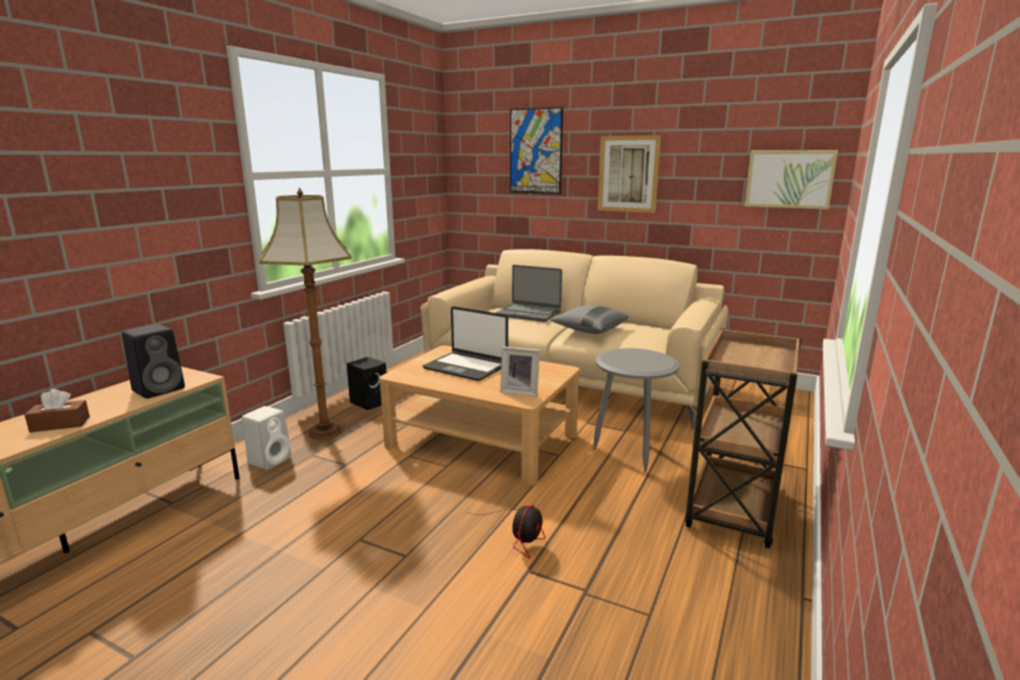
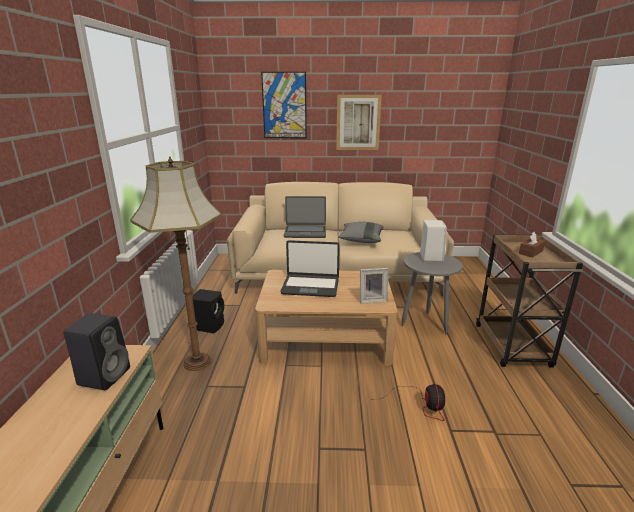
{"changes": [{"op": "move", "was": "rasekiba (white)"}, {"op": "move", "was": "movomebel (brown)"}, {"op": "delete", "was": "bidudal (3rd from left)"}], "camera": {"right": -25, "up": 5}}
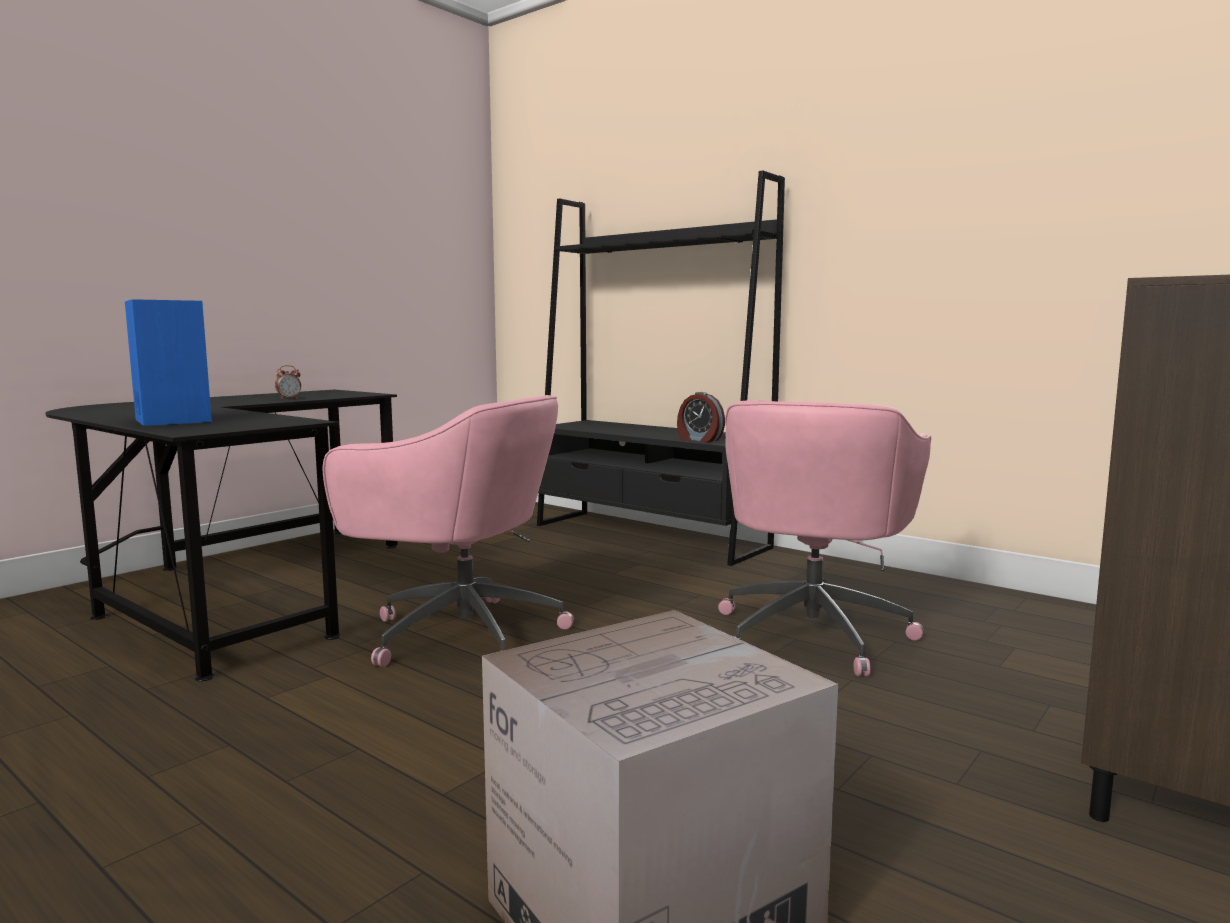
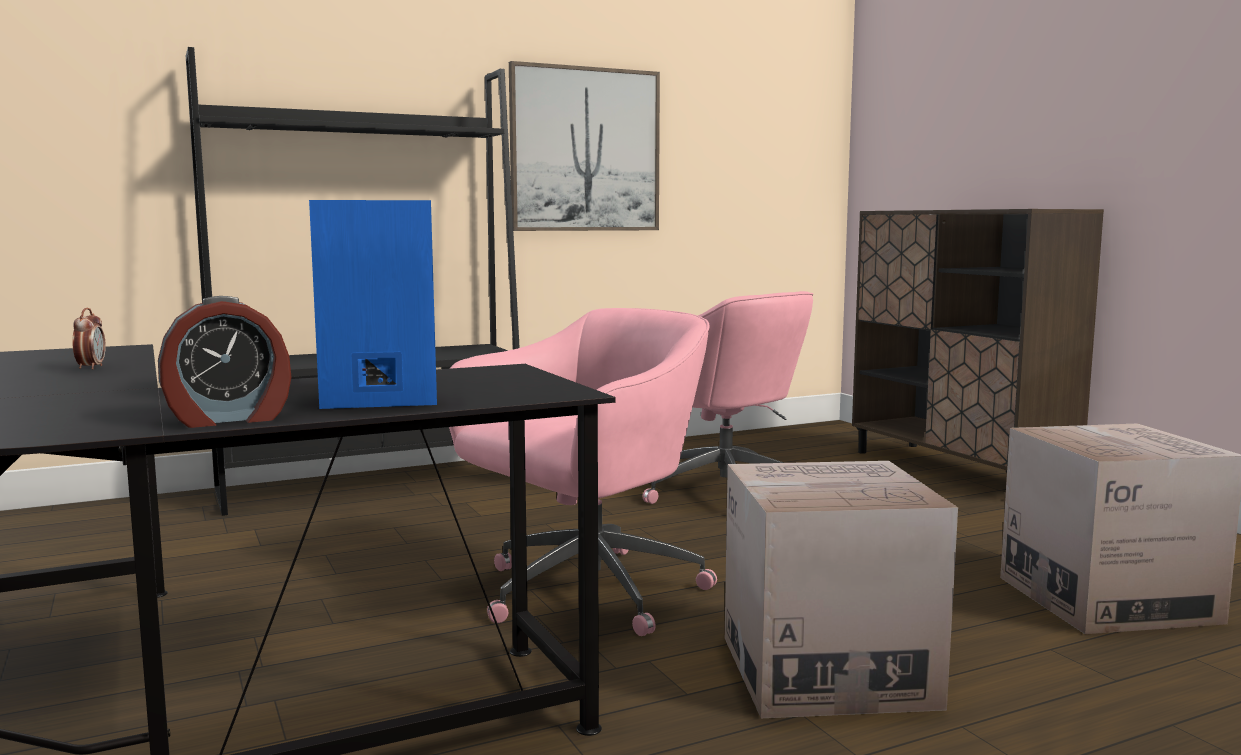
{"changes": [{"op": "move", "was": "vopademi (2nd from left)"}, {"op": "insert", "now": "bidudal"}, {"op": "insert", "now": "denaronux (1st from left)"}], "camera": {"right": -65, "up": 0}}
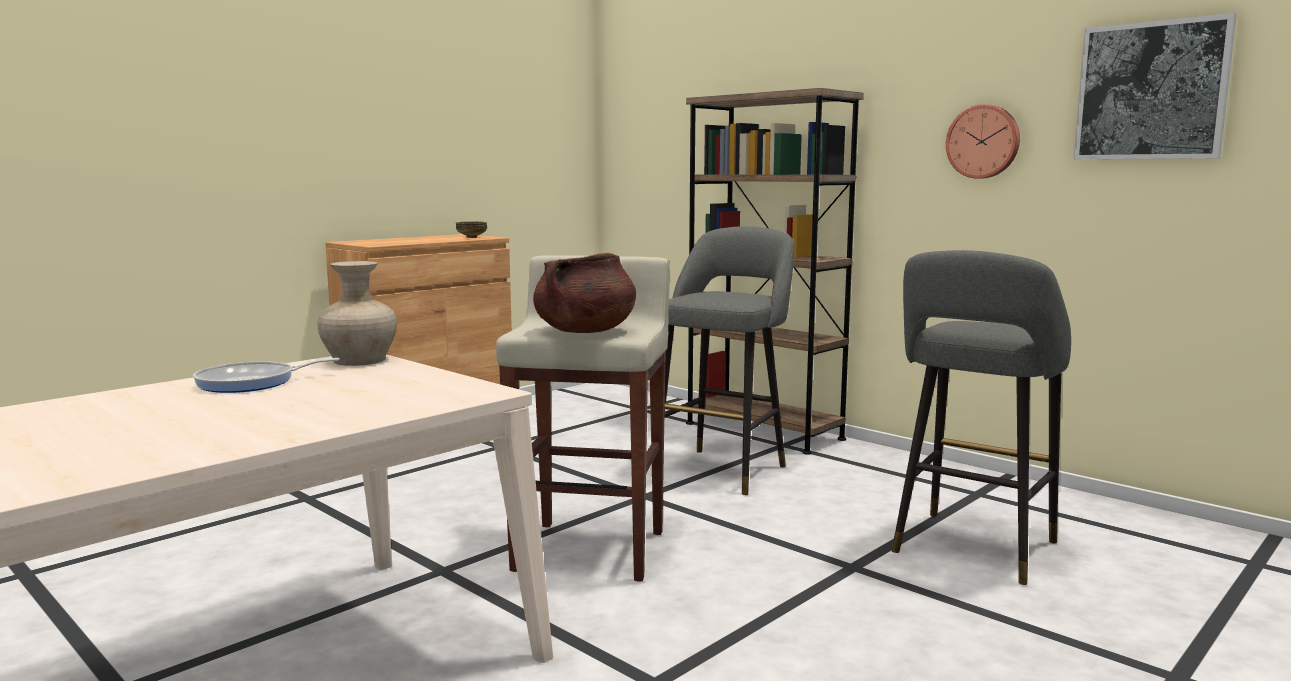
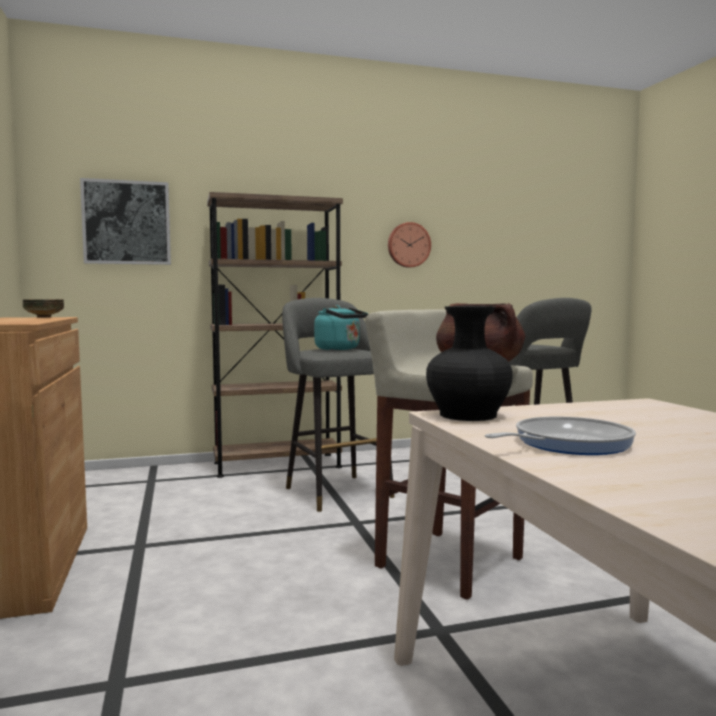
{"changes": [{"op": "move", "was": "bidudal"}, {"op": "insert", "now": "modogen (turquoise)"}, {"op": "recolor", "was": "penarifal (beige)", "now": "penarifal (black)"}, {"op": "rotate", "was": "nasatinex", "clockwise": -120}], "camera": {"right": -60, "up": -5}}
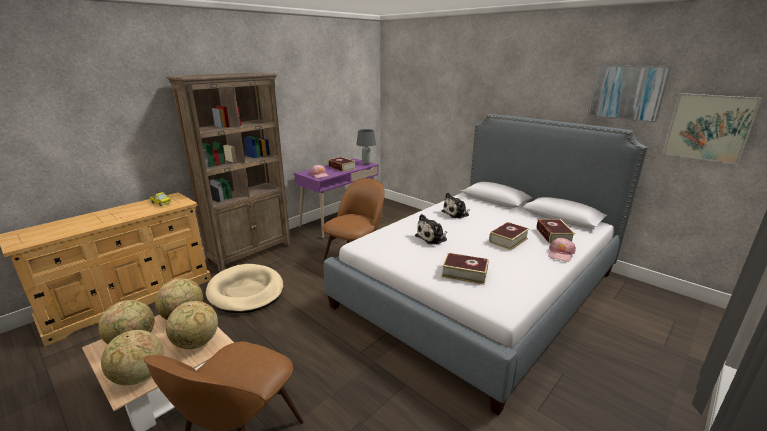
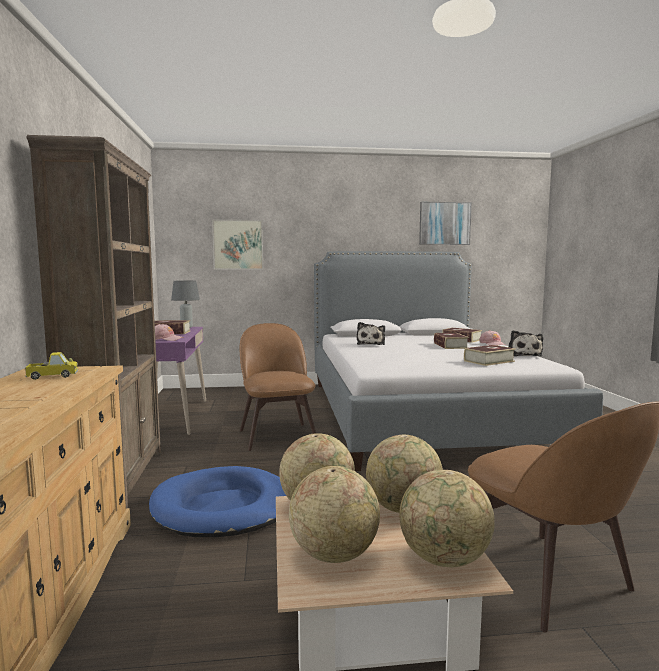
{"changes": [{"op": "recolor", "was": "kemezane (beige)", "now": "kemezane (blue)"}, {"op": "move", "was": "bidudal (2nd from left in the first image)", "now": "bidudal (1st from left)"}, {"op": "move", "was": "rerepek (1st from left in the first image)", "now": "rerepek (2nd from left)"}], "camera": {"right": -50, "up": -15}}
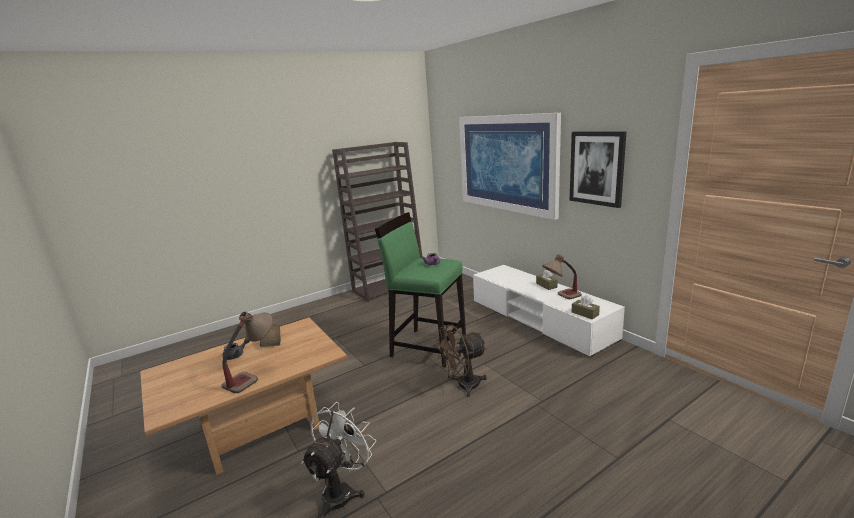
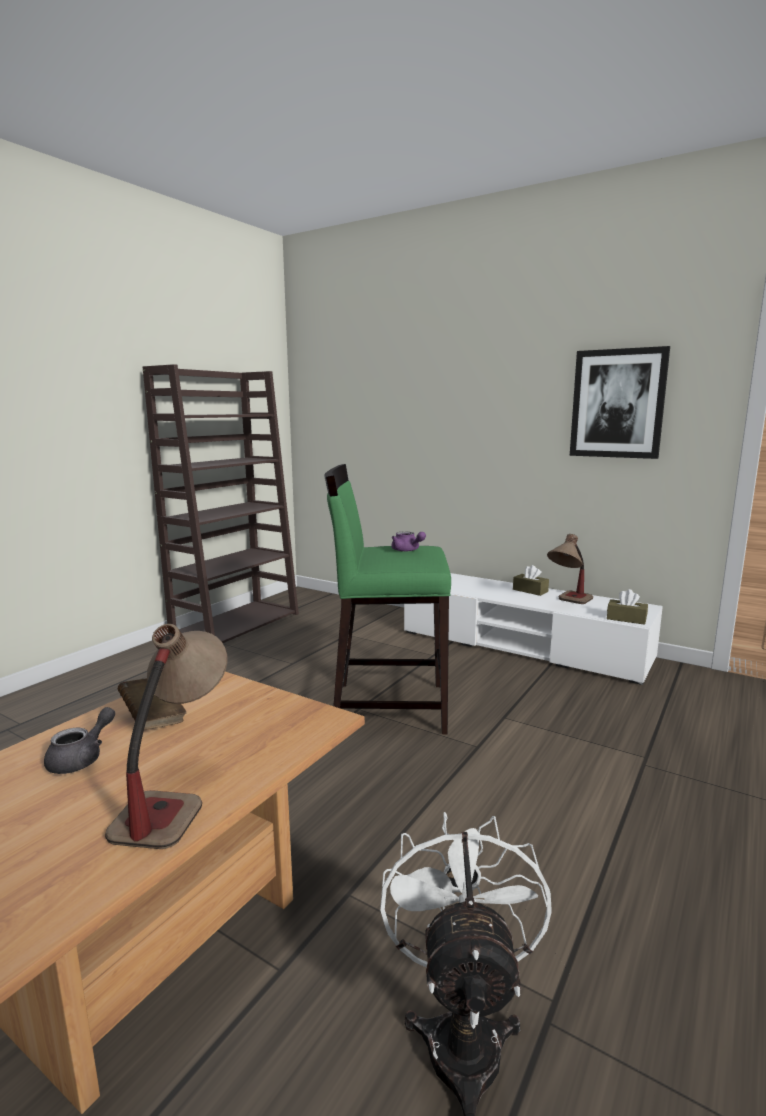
{"changes": [{"op": "delete", "was": "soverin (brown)"}, {"op": "delete", "was": "bidudal (1st from left)"}], "camera": {"right": -25, "up": -5}}
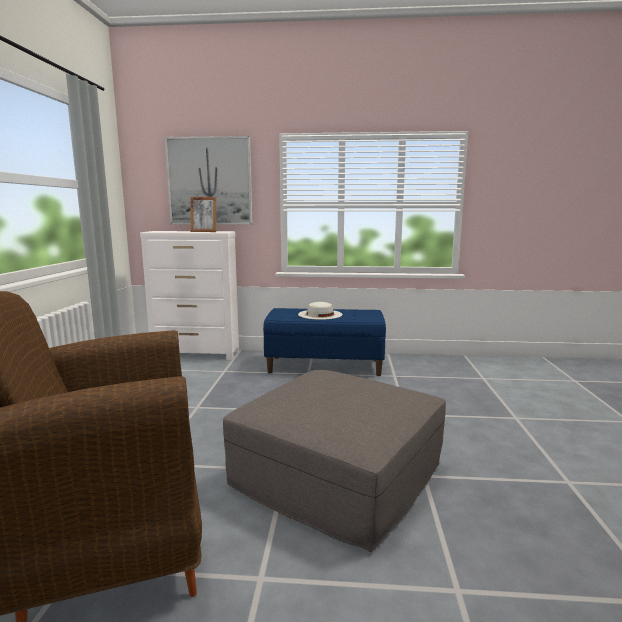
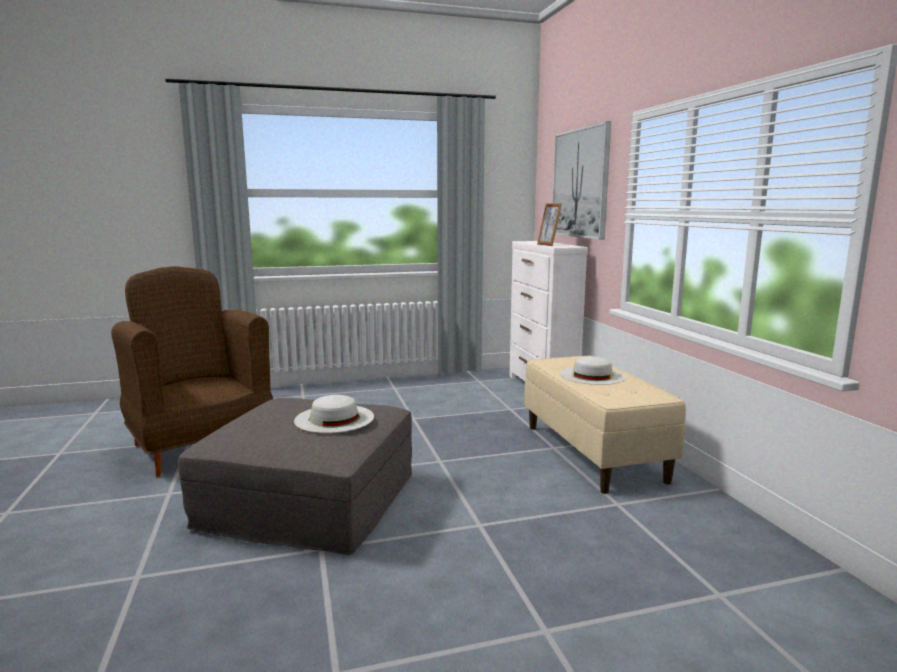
{"changes": [{"op": "insert", "now": "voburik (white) (1st from left)"}, {"op": "recolor", "was": "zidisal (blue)", "now": "zidisal (beige)"}], "camera": {"right": 70, "up": 0}}
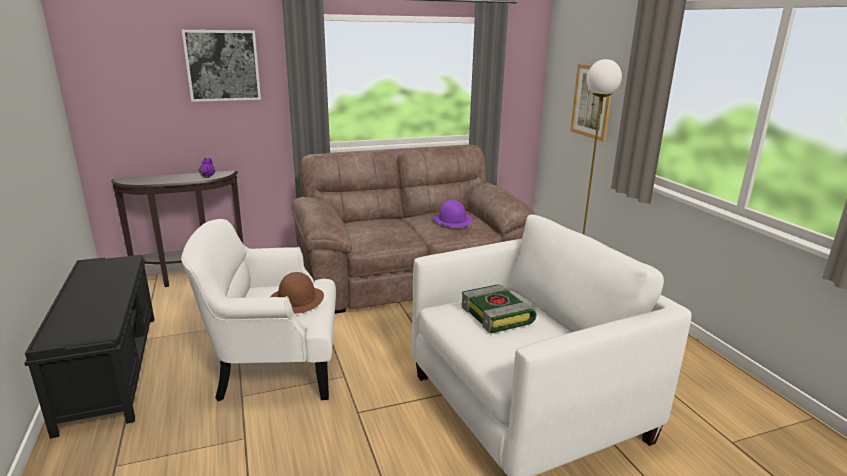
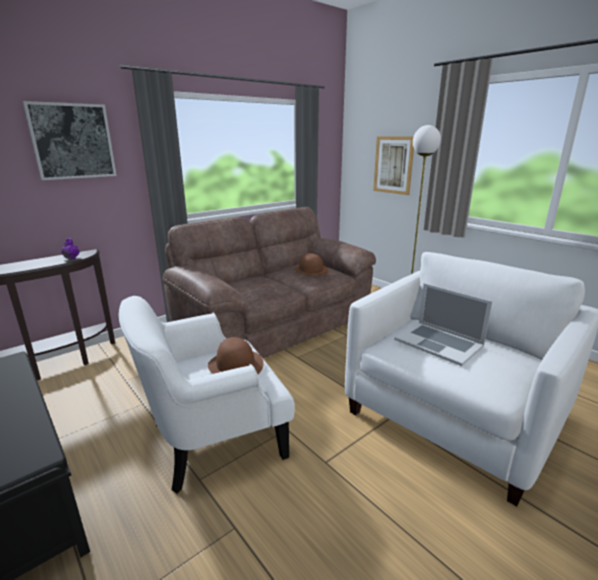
{"changes": [{"op": "recolor", "was": "voburik (purple)", "now": "voburik (brown) (2nd from left)"}, {"op": "replace", "was": "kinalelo", "now": "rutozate"}], "camera": {"right": -20, "up": 0}}
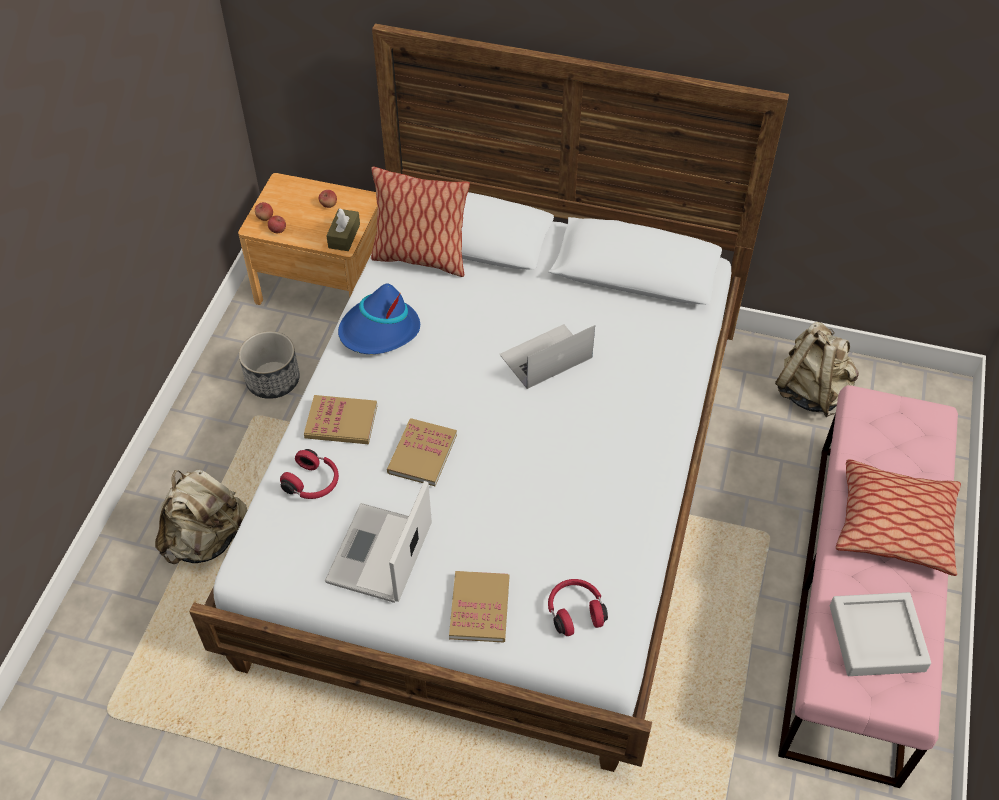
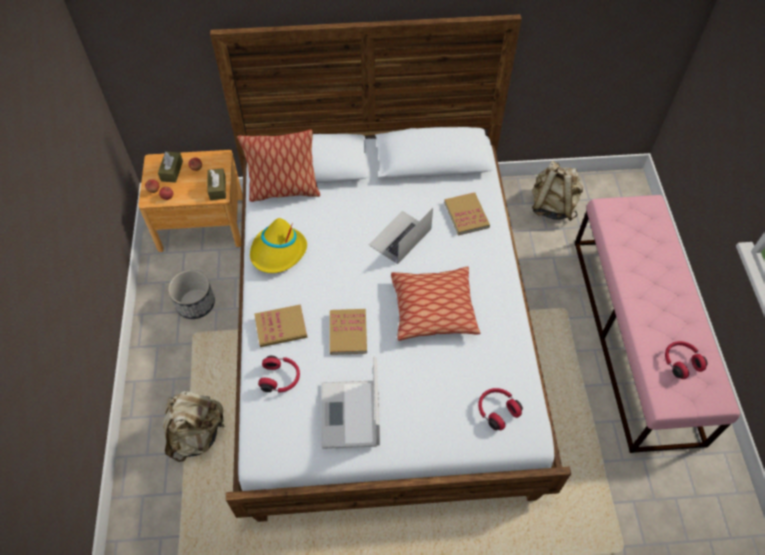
{"changes": [{"op": "insert", "now": "movomebel (brown) (1st from left)"}, {"op": "recolor", "was": "voburik (blue)", "now": "voburik (yellow)"}, {"op": "move", "was": "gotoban (2nd from left)"}, {"op": "move", "was": "kinalelo (3rd from left)"}, {"op": "replace", "was": "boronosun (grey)", "now": "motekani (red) (3rd from left)"}], "camera": {"right": -20, "up": 5}}
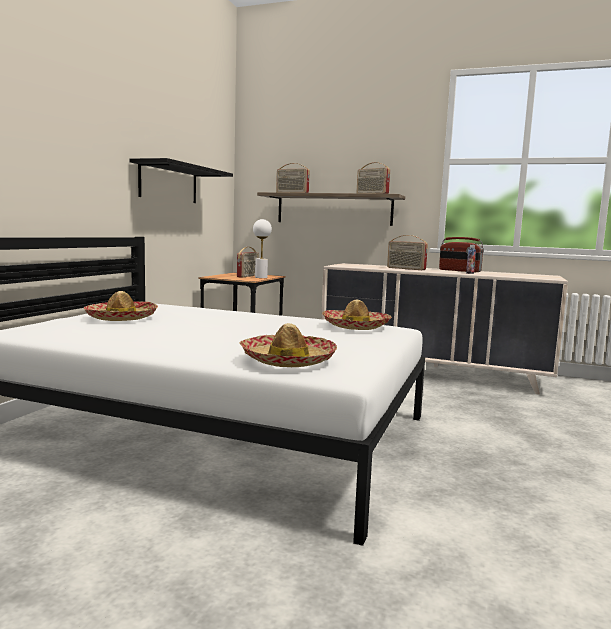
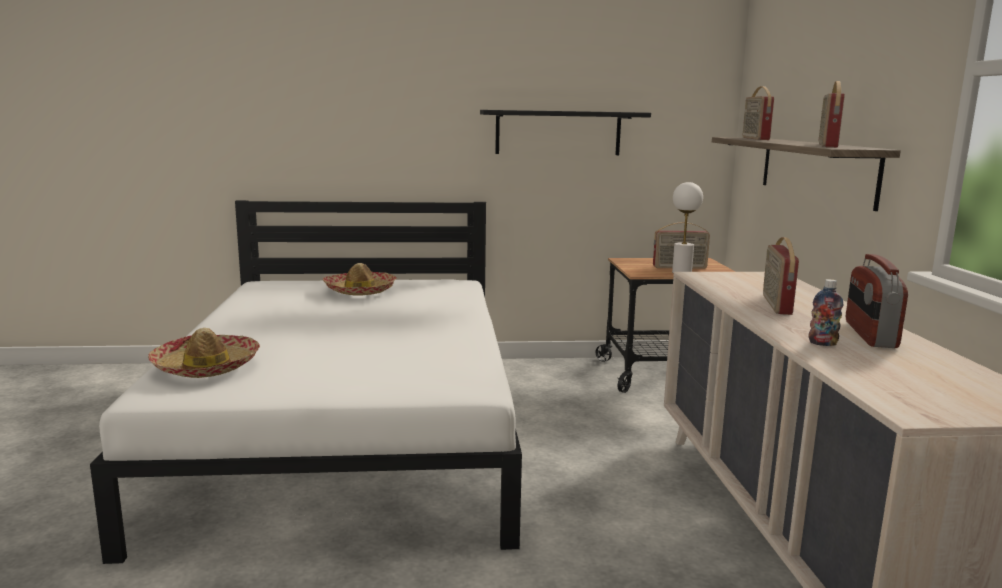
{"changes": [{"op": "delete", "was": "voburik (3rd from left)"}], "camera": {"right": 65, "up": 5}}
